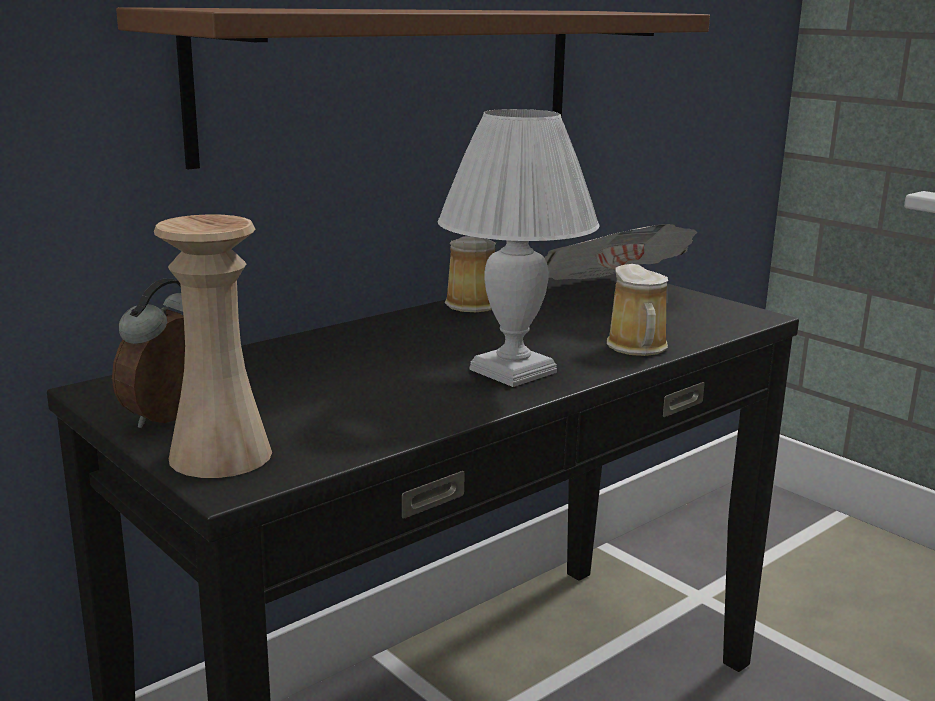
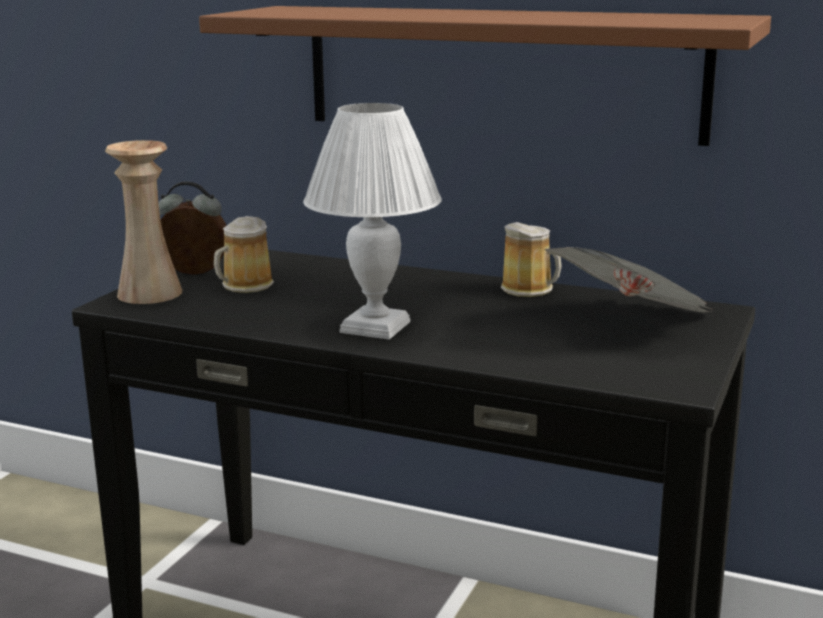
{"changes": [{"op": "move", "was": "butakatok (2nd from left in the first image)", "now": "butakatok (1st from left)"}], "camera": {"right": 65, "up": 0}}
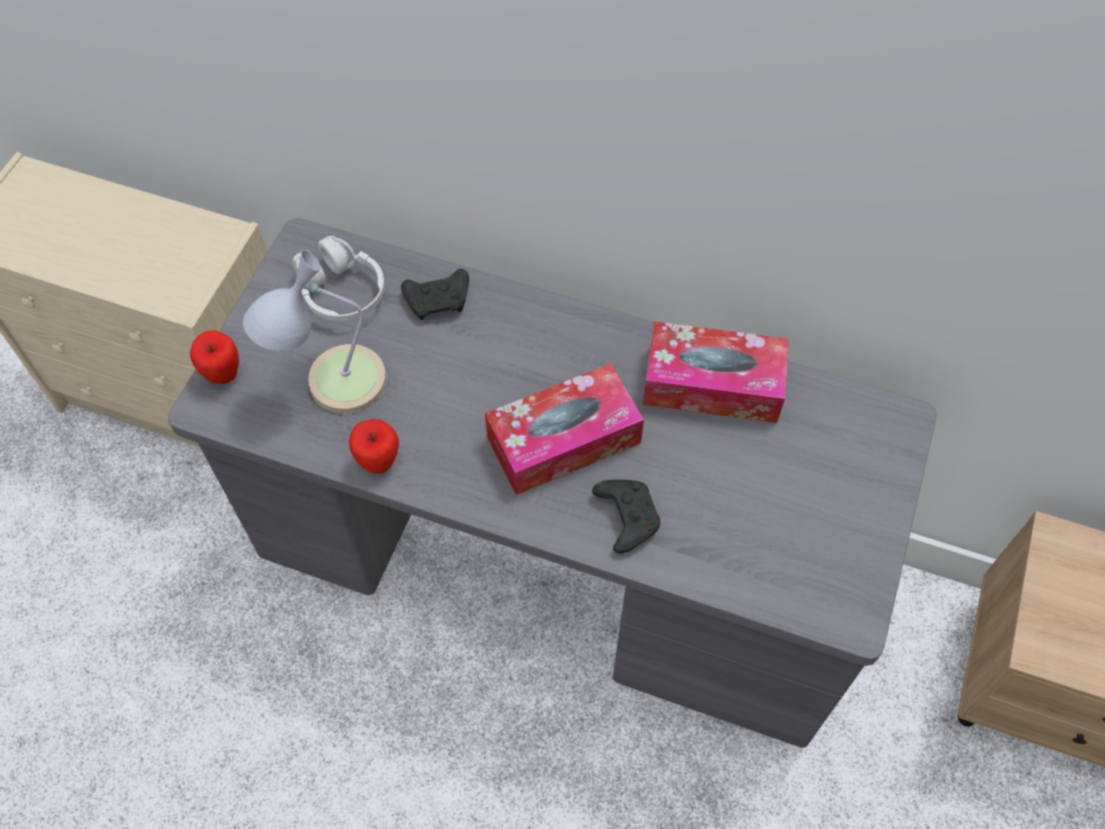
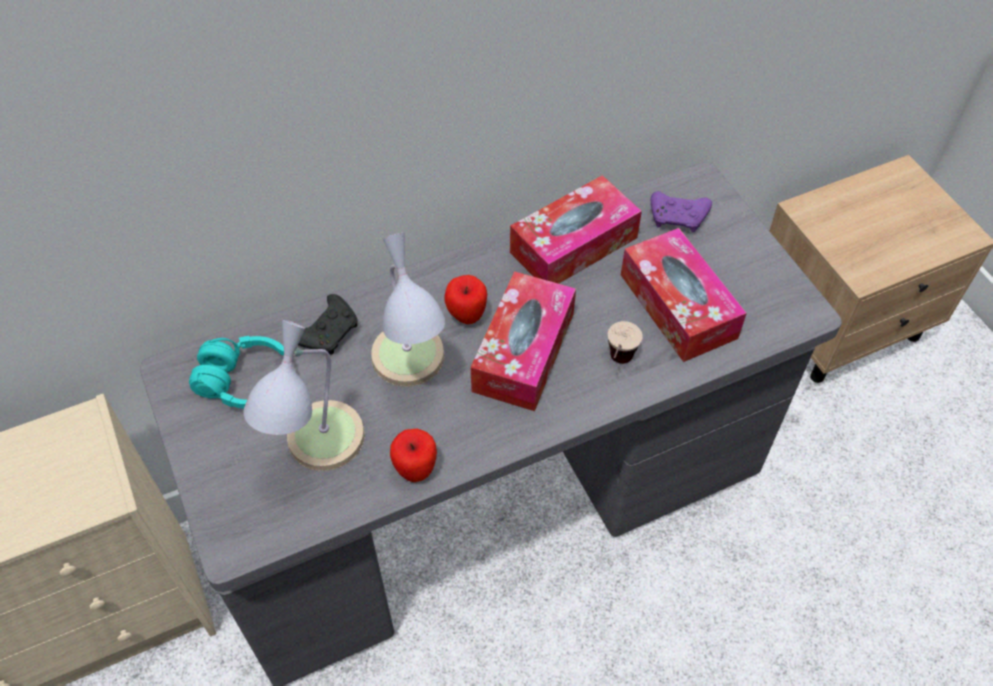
{"changes": [{"op": "recolor", "was": "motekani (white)", "now": "motekani (turquoise)"}, {"op": "insert", "now": "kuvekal (2nd from left)"}, {"op": "move", "was": "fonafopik (1st from left in the first image)", "now": "fonafopik (2nd from left)"}, {"op": "replace", "was": "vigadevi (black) (2nd from left)", "now": "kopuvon"}, {"op": "insert", "now": "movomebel (3rd from left)"}, {"op": "insert", "now": "vigadevi (purple)"}], "camera": {"right": -45, "up": -5}}
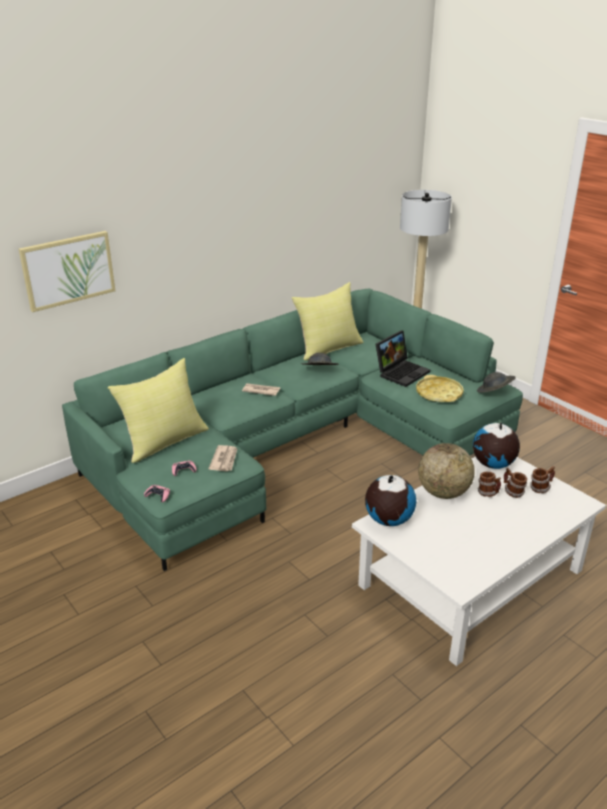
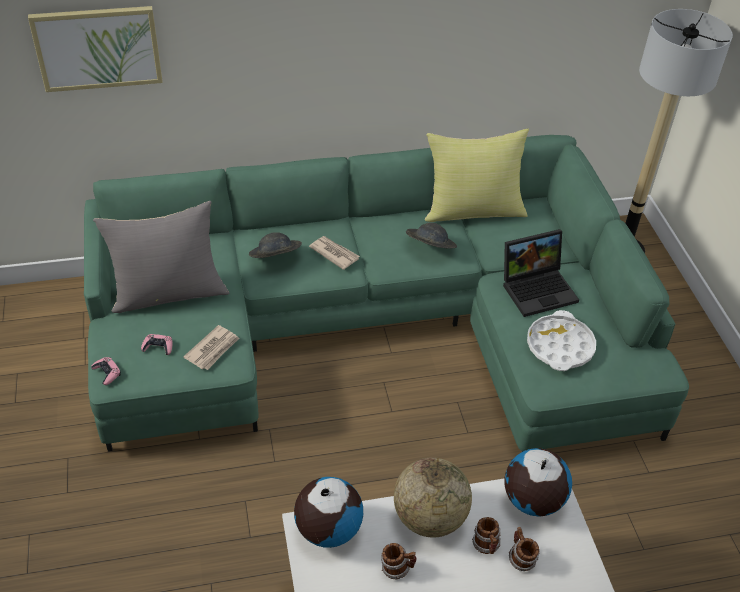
{"changes": [{"op": "recolor", "was": "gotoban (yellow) (1st from left)", "now": "gotoban (grey)"}, {"op": "move", "was": "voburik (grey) (2nd from left in the first image)", "now": "voburik (grey) (1st from left)"}, {"op": "move", "was": "butakatok (3rd from left in the first image)", "now": "butakatok (1st from left)"}, {"op": "recolor", "was": "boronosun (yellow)", "now": "boronosun (white)"}], "camera": {"right": 25, "up": 15}}
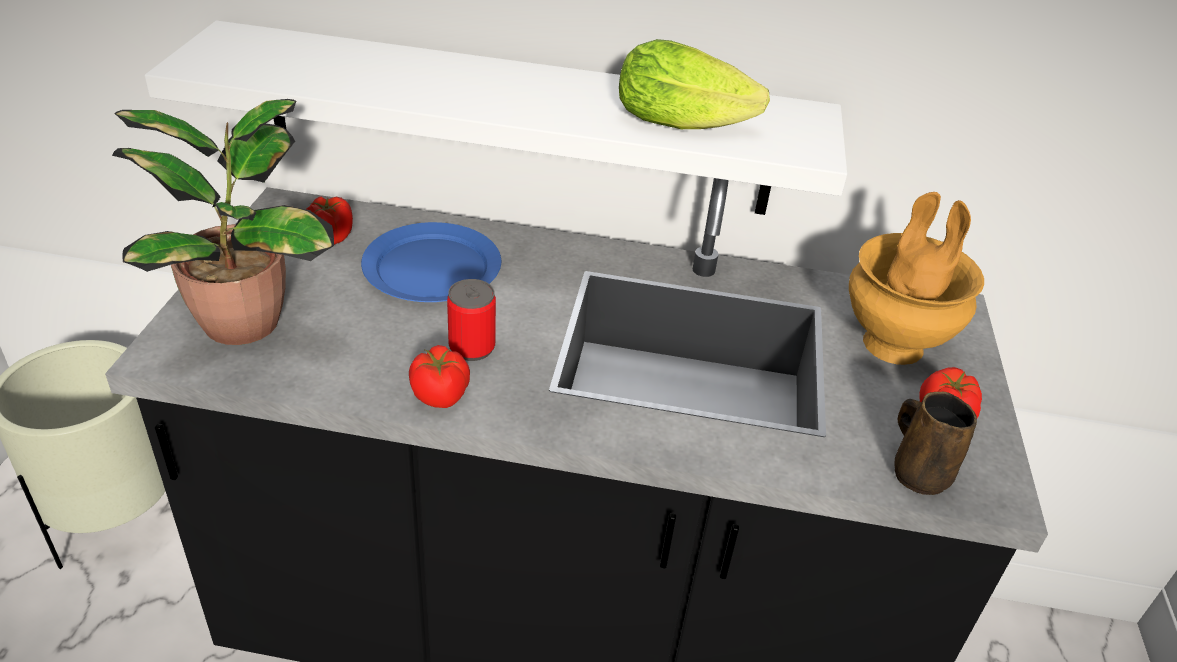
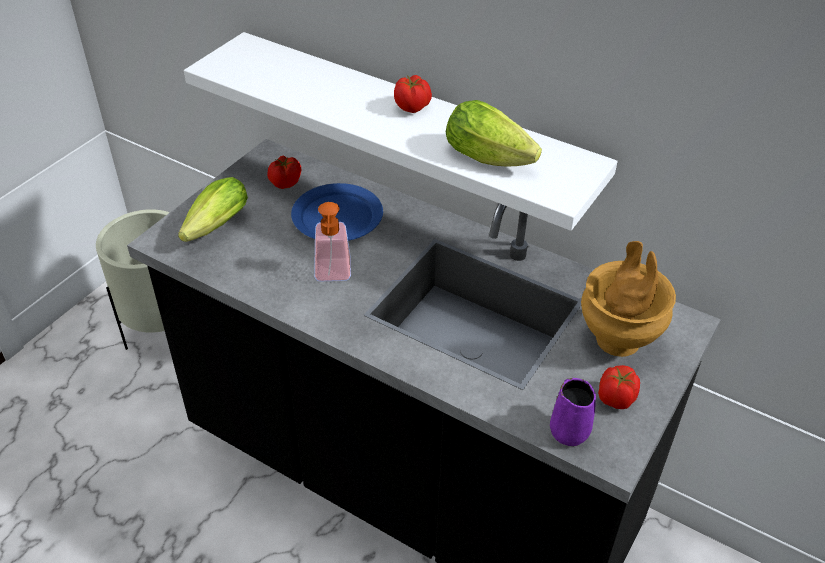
{"changes": [{"op": "replace", "was": "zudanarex", "now": "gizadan (1st from left)"}, {"op": "replace", "was": "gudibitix", "now": "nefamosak"}, {"op": "move", "was": "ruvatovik (2nd from left)"}, {"op": "recolor", "was": "butakatok (brown)", "now": "butakatok (purple)"}], "camera": {"right": 25, "up": 5}}
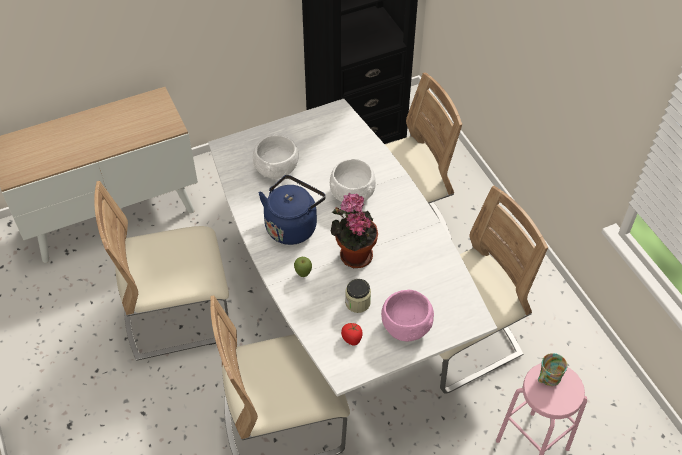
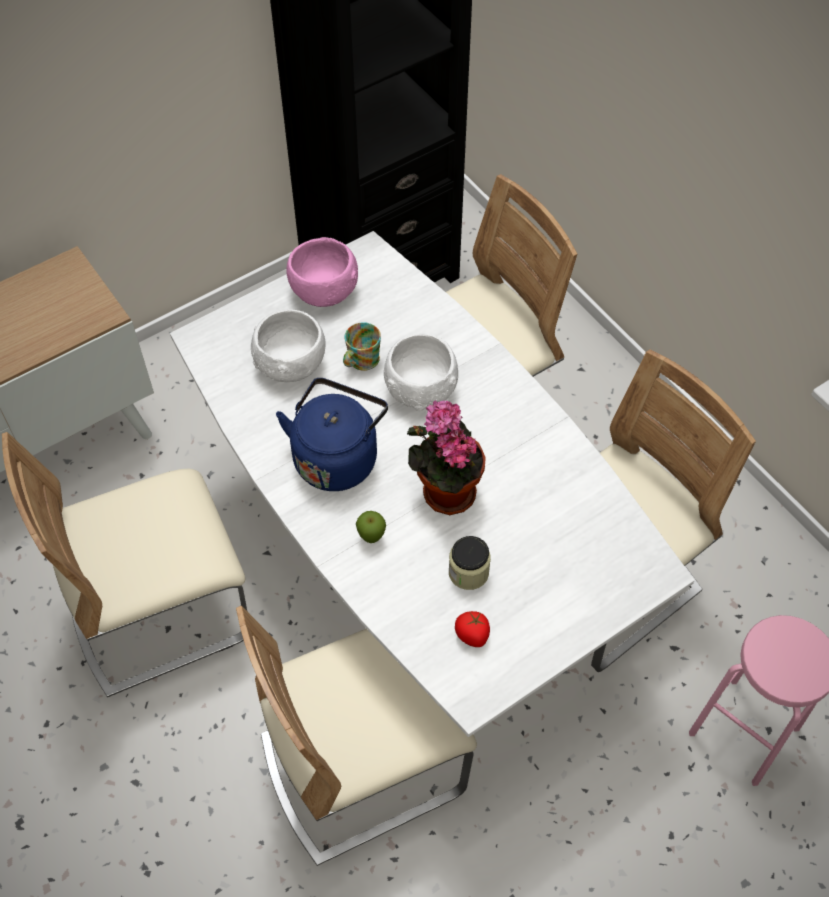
{"changes": [{"op": "move", "was": "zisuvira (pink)"}, {"op": "move", "was": "butakatok"}], "camera": {"right": -10, "up": 5}}
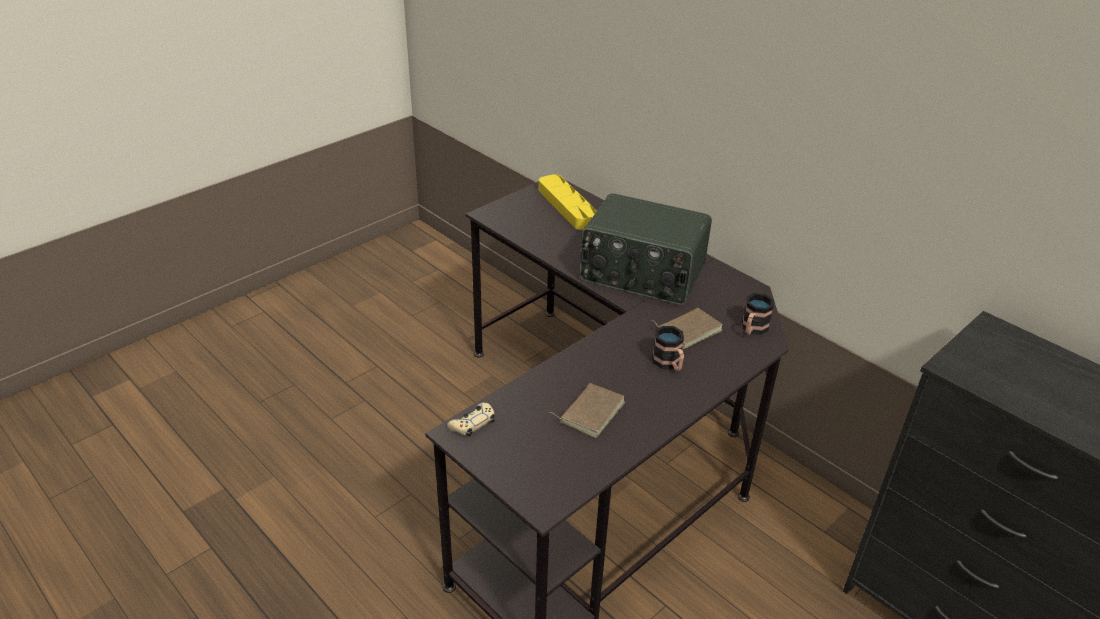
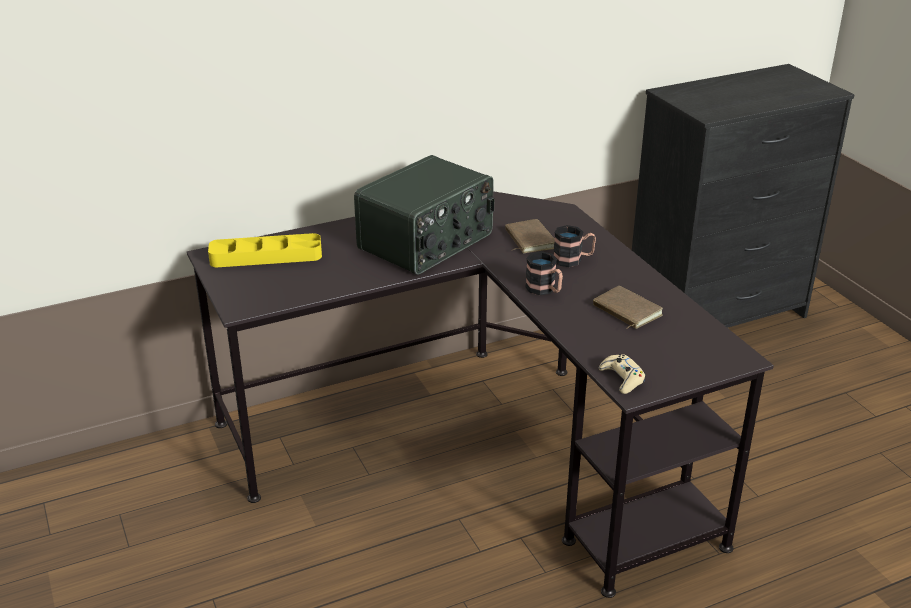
{"changes": [{"op": "move", "was": "butakatok (2nd from left in the first image)", "now": "butakatok (1st from left)"}], "camera": {"right": -70, "up": -5}}
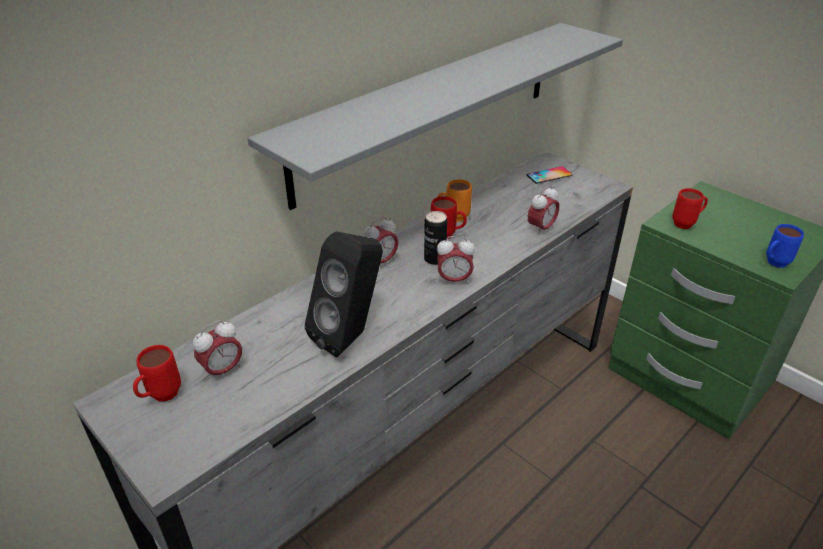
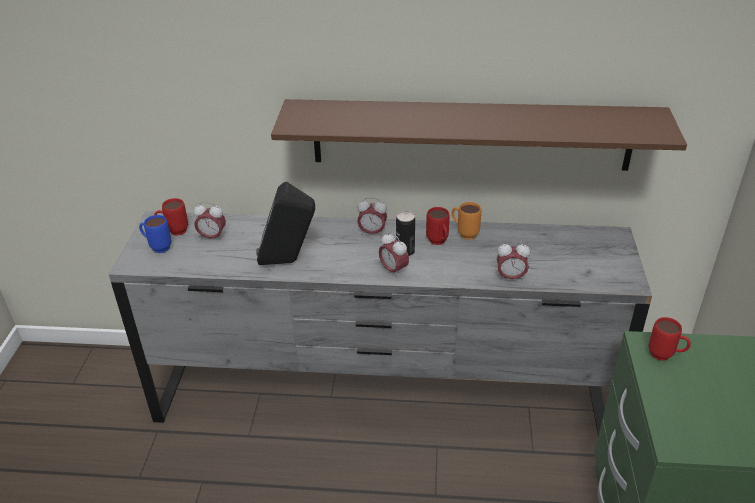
{"changes": [{"op": "move", "was": "butakatok (blue)"}, {"op": "recolor", "was": "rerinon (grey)", "now": "rerinon (brown)"}, {"op": "delete", "was": "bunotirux"}], "camera": {"right": 50, "up": 0}}
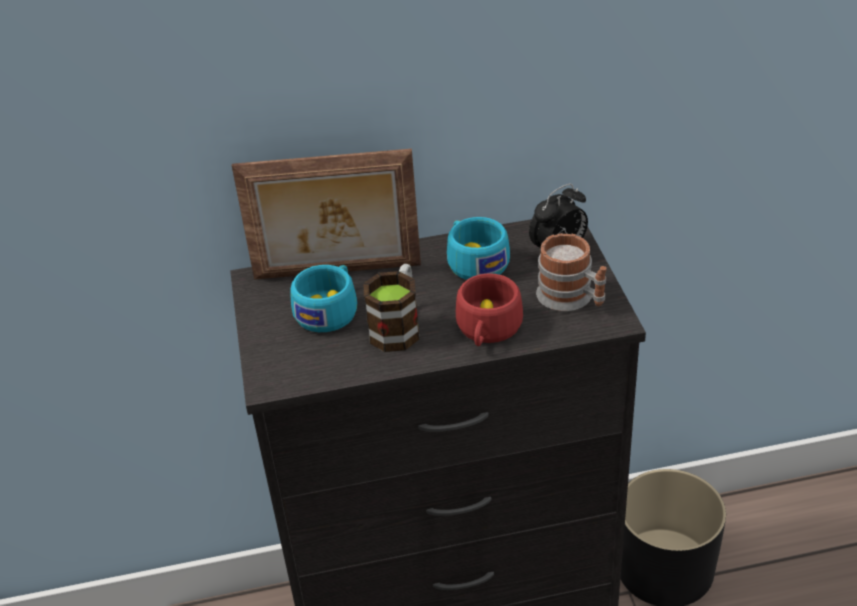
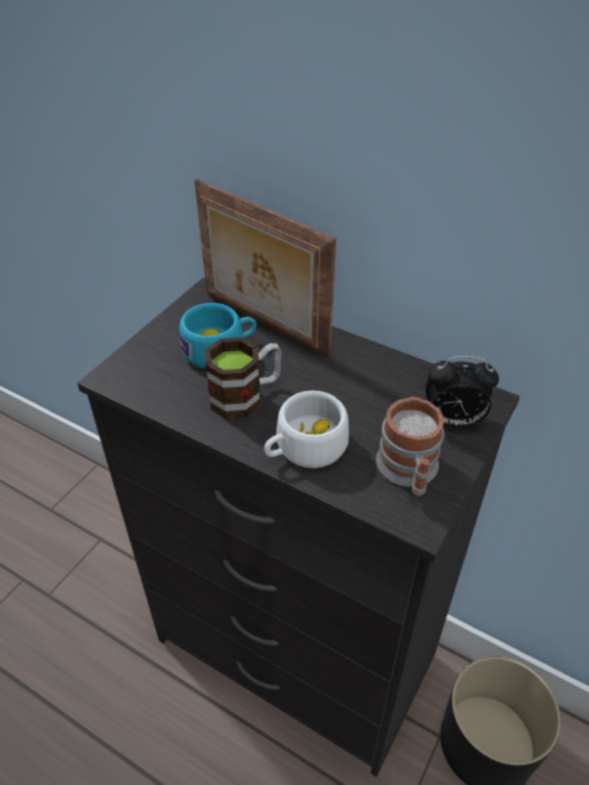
{"changes": [{"op": "recolor", "was": "kopuvon (red)", "now": "kopuvon (white)"}, {"op": "delete", "was": "kopuvon (turquoise) (2nd from left)"}], "camera": {"right": 40, "up": 5}}
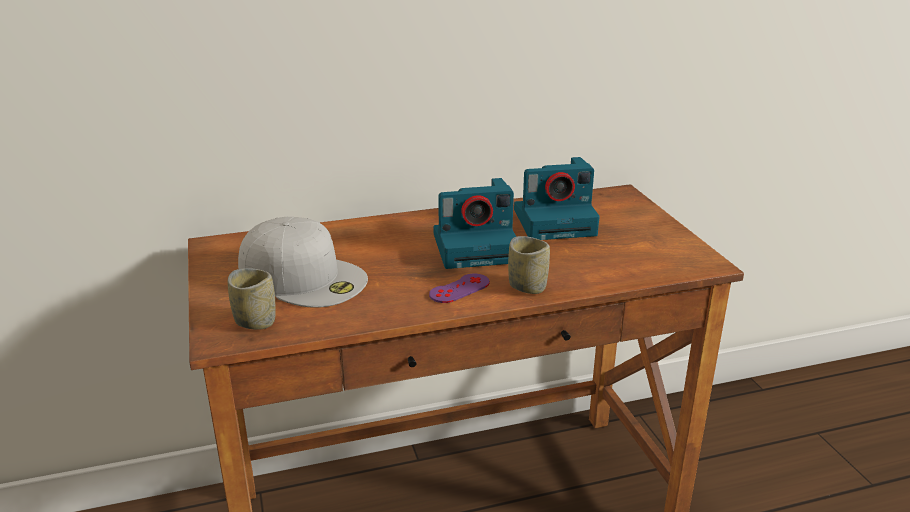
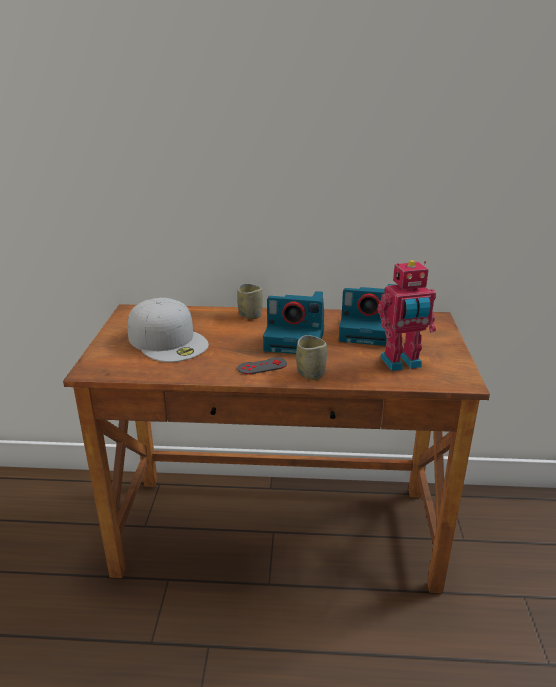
{"changes": [{"op": "move", "was": "kopuvon (1st from left)"}, {"op": "recolor", "was": "vigadevi (purple)", "now": "vigadevi (grey)"}, {"op": "insert", "now": "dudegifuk"}], "camera": {"right": 20, "up": 0}}
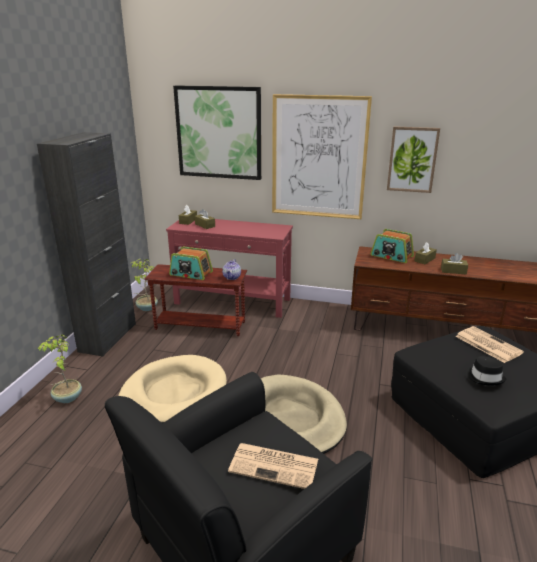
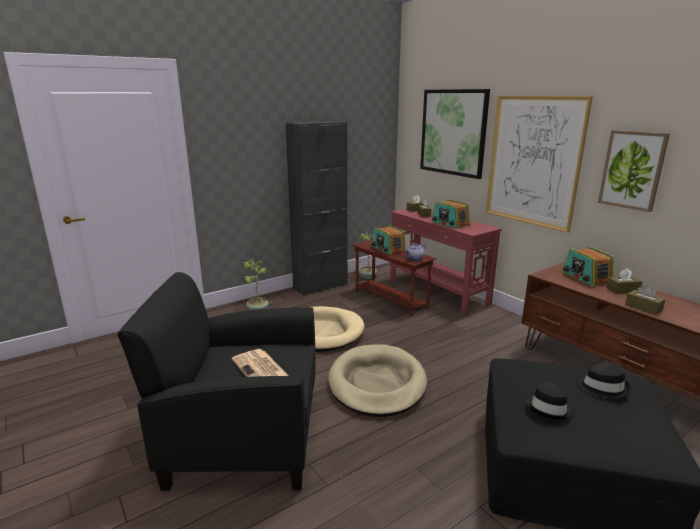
{"changes": [{"op": "insert", "now": "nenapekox (2nd from left)"}, {"op": "replace", "was": "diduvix (2nd from left)", "now": "voburik (black) (2nd from left)"}], "camera": {"right": 40, "up": -5}}
